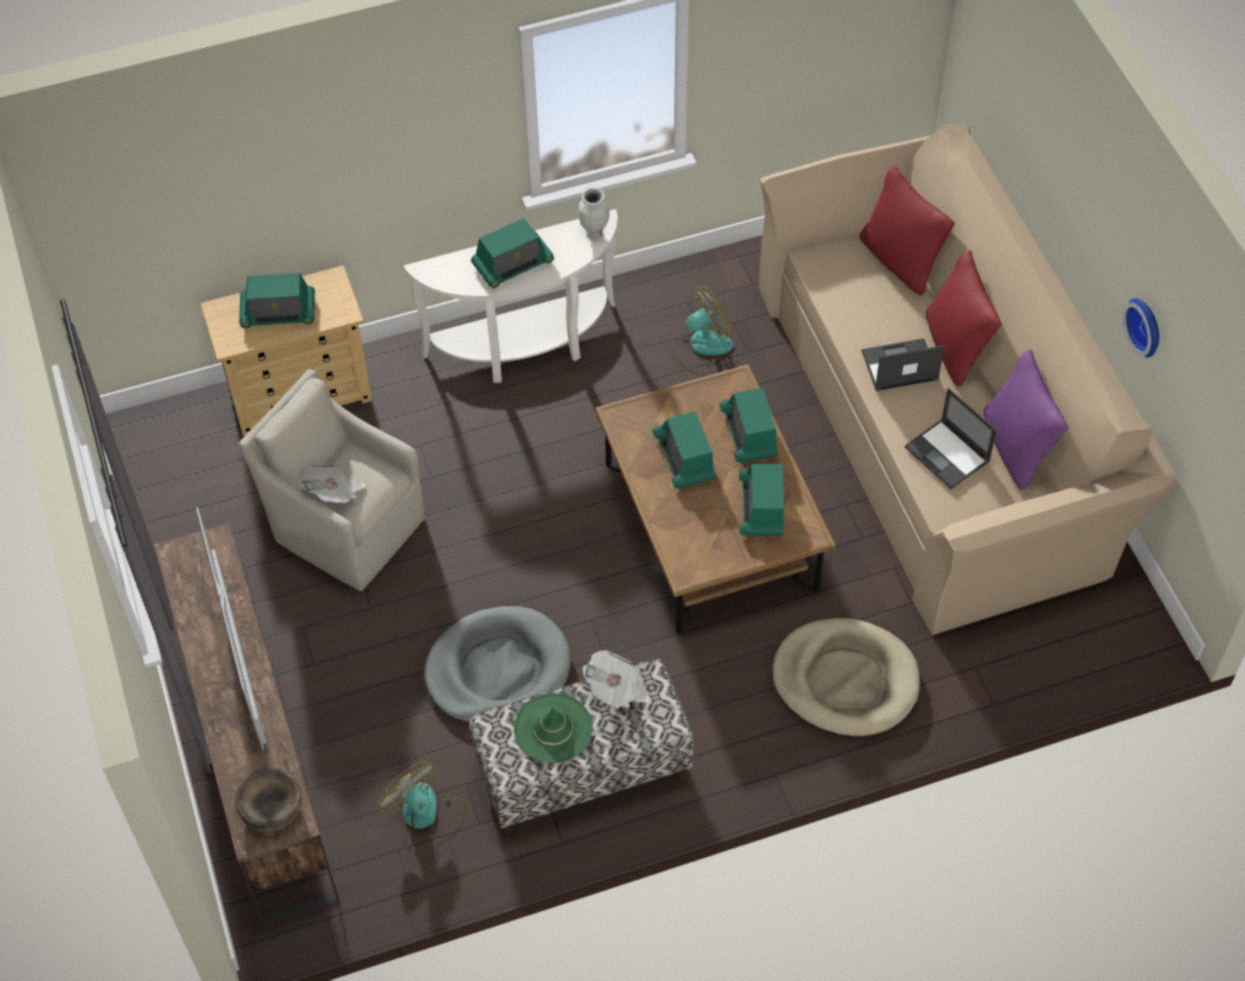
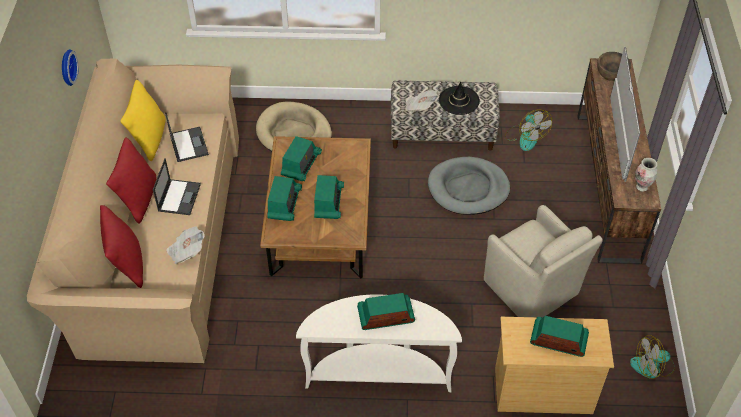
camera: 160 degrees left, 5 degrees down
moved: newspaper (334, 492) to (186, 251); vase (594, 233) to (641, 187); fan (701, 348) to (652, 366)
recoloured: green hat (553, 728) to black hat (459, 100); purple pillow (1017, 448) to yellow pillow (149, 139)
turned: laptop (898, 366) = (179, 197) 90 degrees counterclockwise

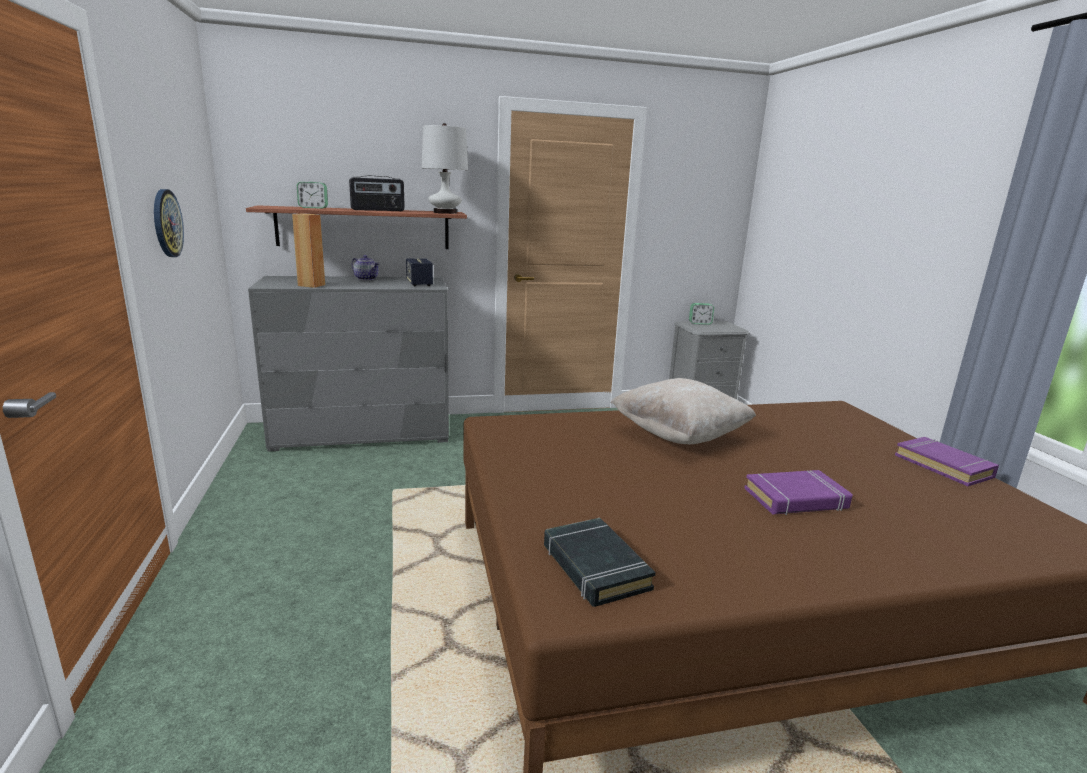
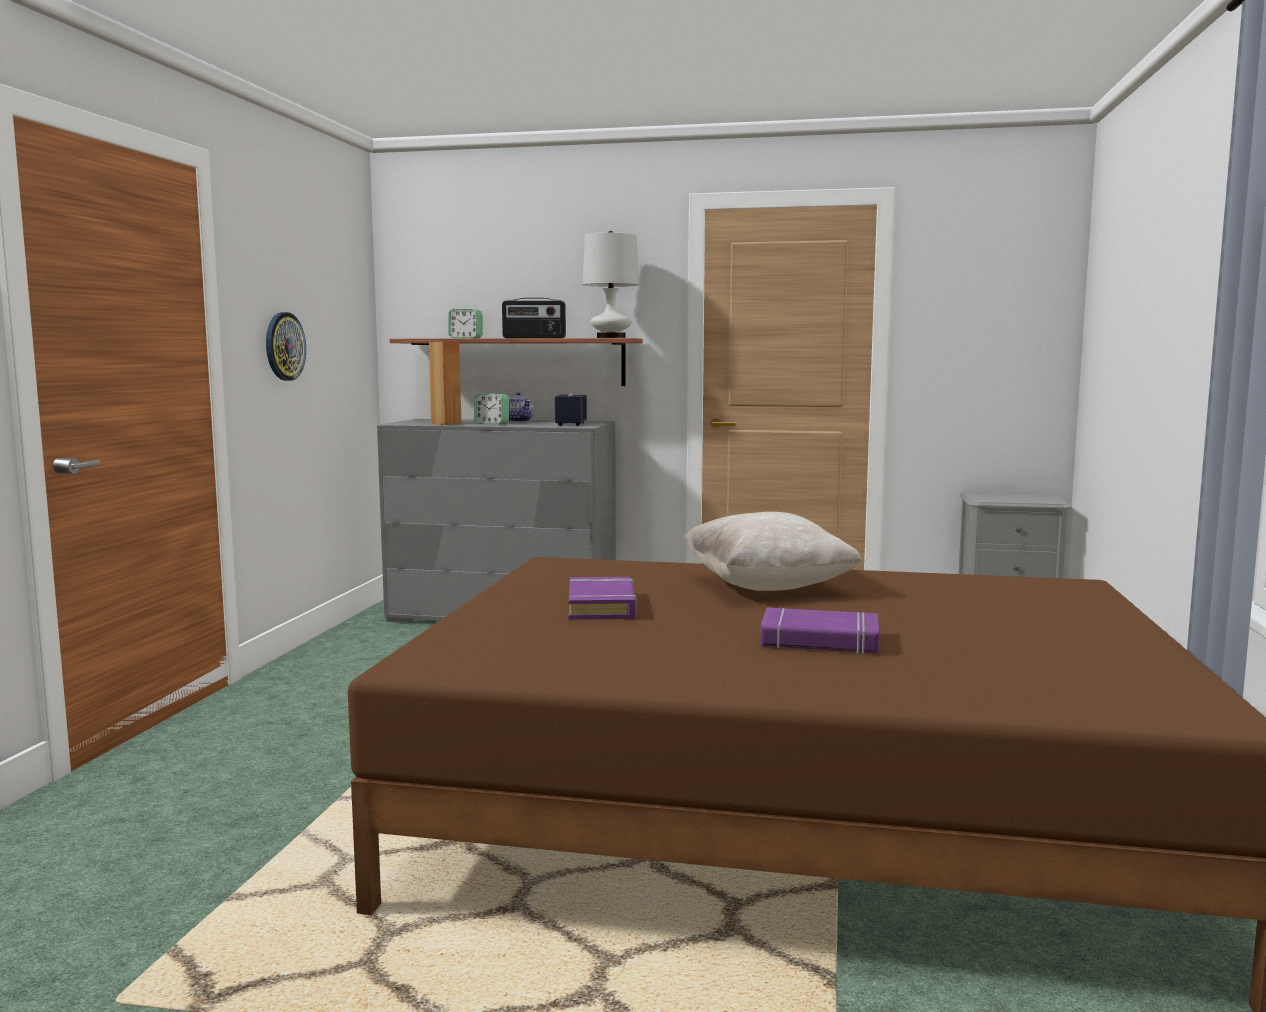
camera: 25 degrees right, 10 degrees down
removed: black book (594, 567)
moved: alarm clock (700, 323) to (492, 423); purple book (943, 466) to (602, 606)

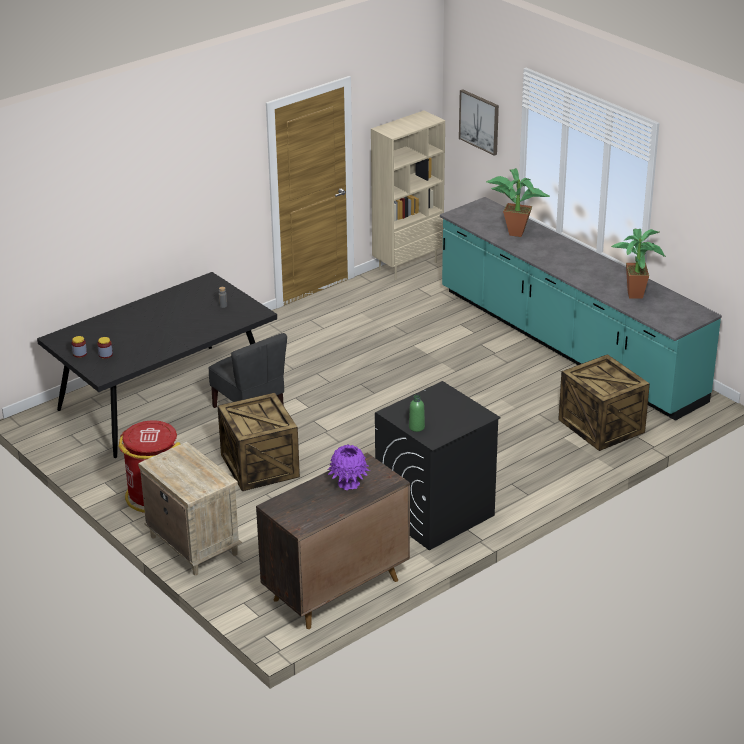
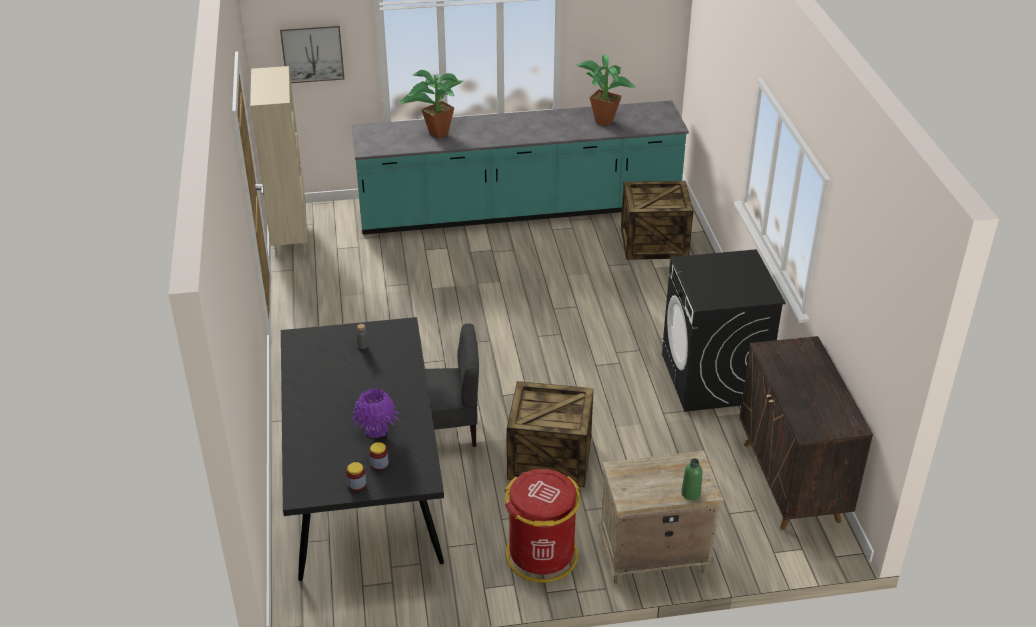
camera: 60 degrees left, 5 degrees up
moved: purple vase (348, 483) to (376, 430); green bottle (416, 427) to (690, 493)

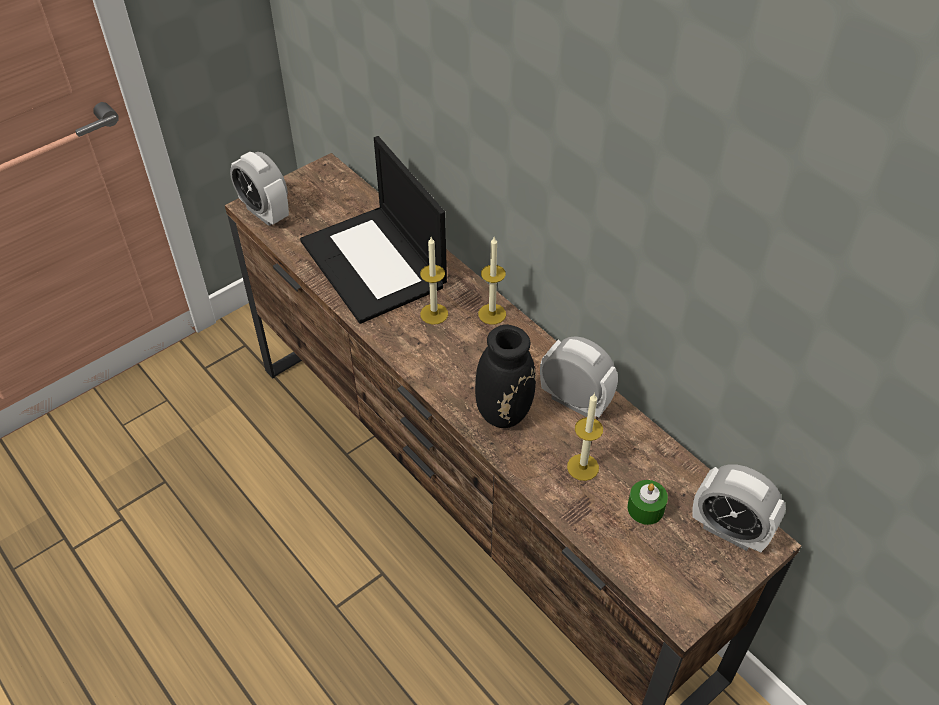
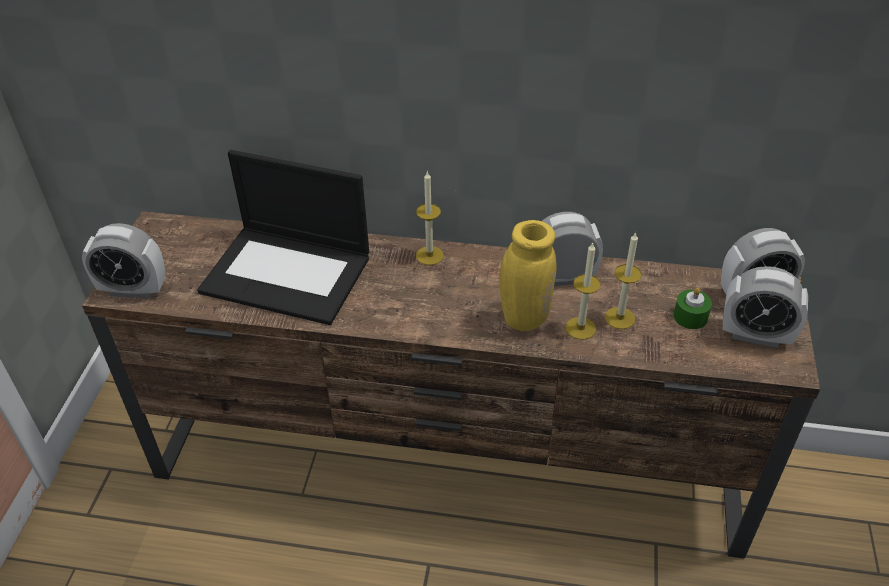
camera: 40 degrees left, 5 degrees down
added: alarm clock (755, 335)
moved: candle (434, 314) to (580, 328)
recoloured: black vase (504, 411) to yellow vase (521, 316)

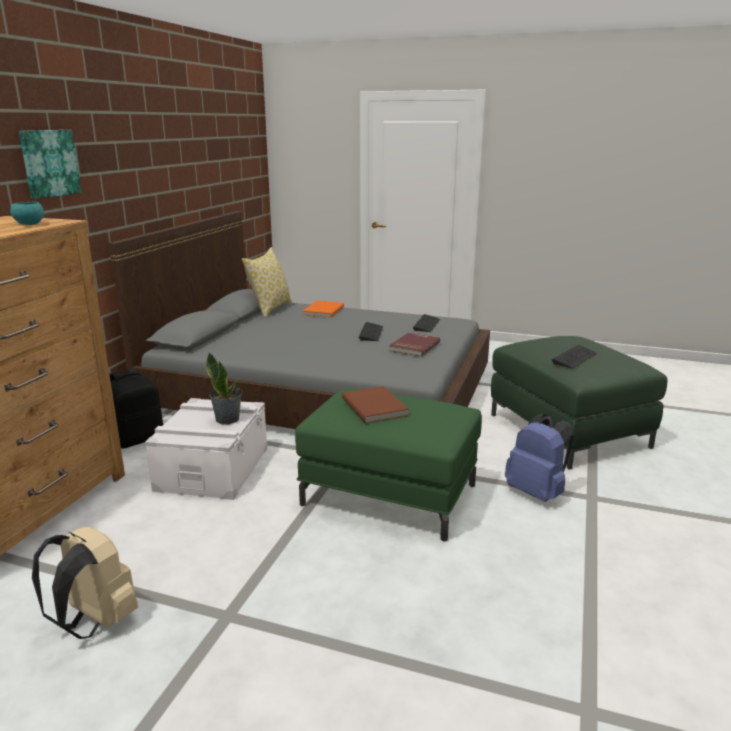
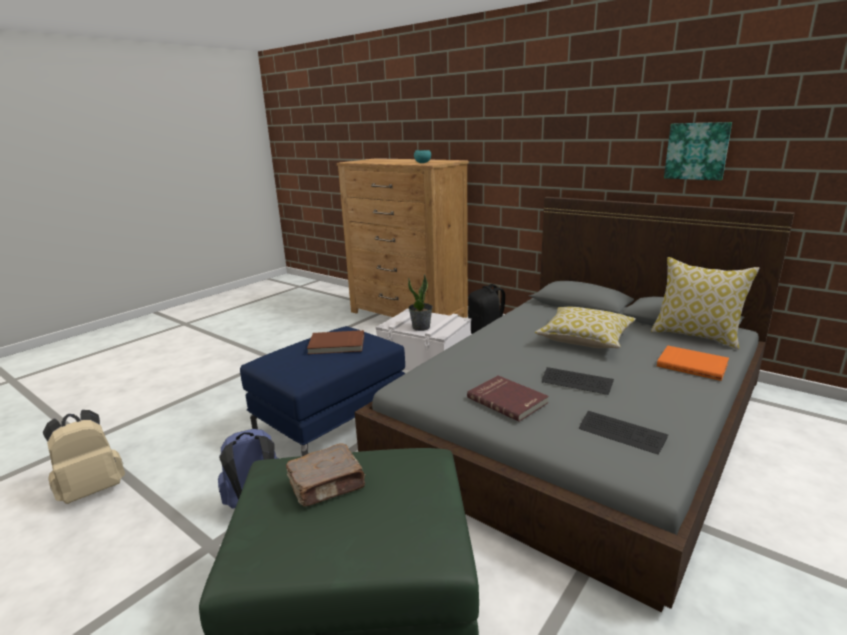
camera: 110 degrees right, 0 degrees up
added: pillow (585, 339)
moved: picture (49, 163) to (697, 151); beige backpack (95, 622) to (92, 489)
replaced: keyboard (574, 358) to brown book (328, 485)
recoloured: green ottoman (390, 494) to blue ottoman (332, 421)

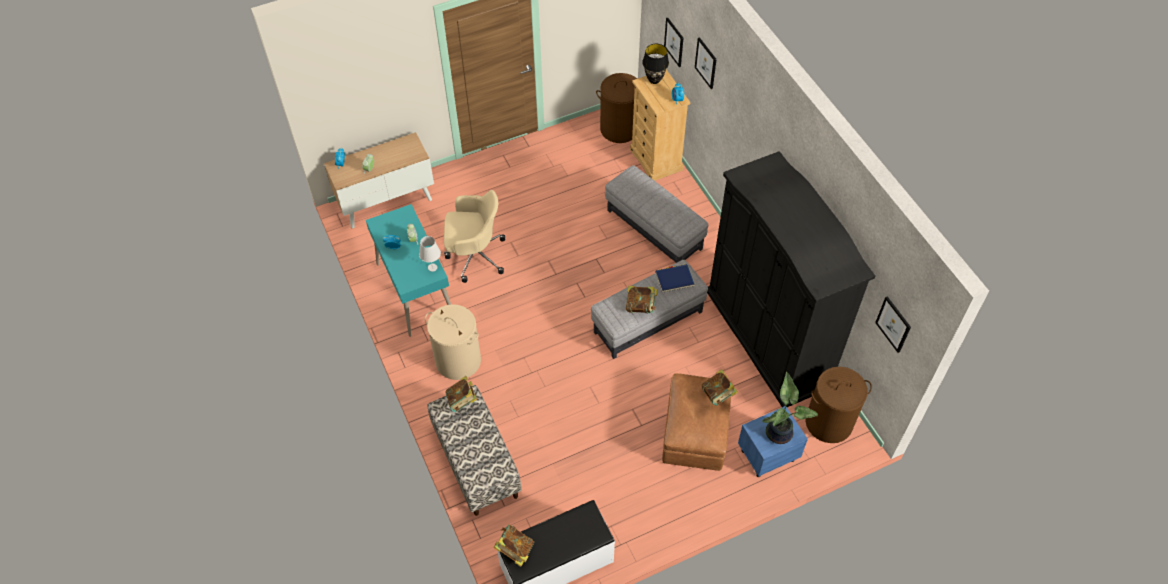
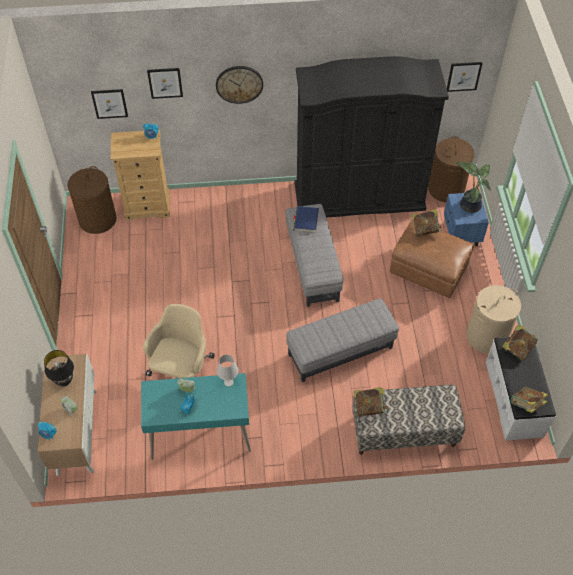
camera: 70 degrees left, 0 degrees up
added: wall clock (239, 84)
moved: beige laundry basket (458, 360) to (487, 336); grey ottoman (654, 229) to (340, 351); book (641, 306) to (517, 348); black table lamp (654, 80) to (65, 381)

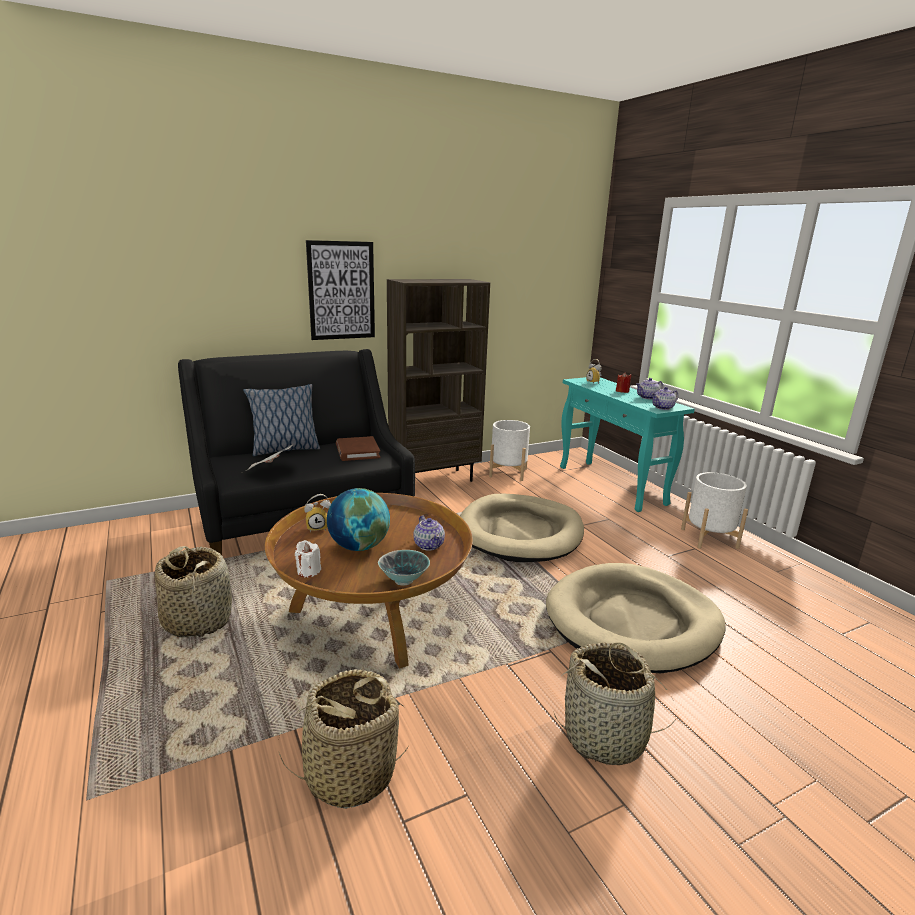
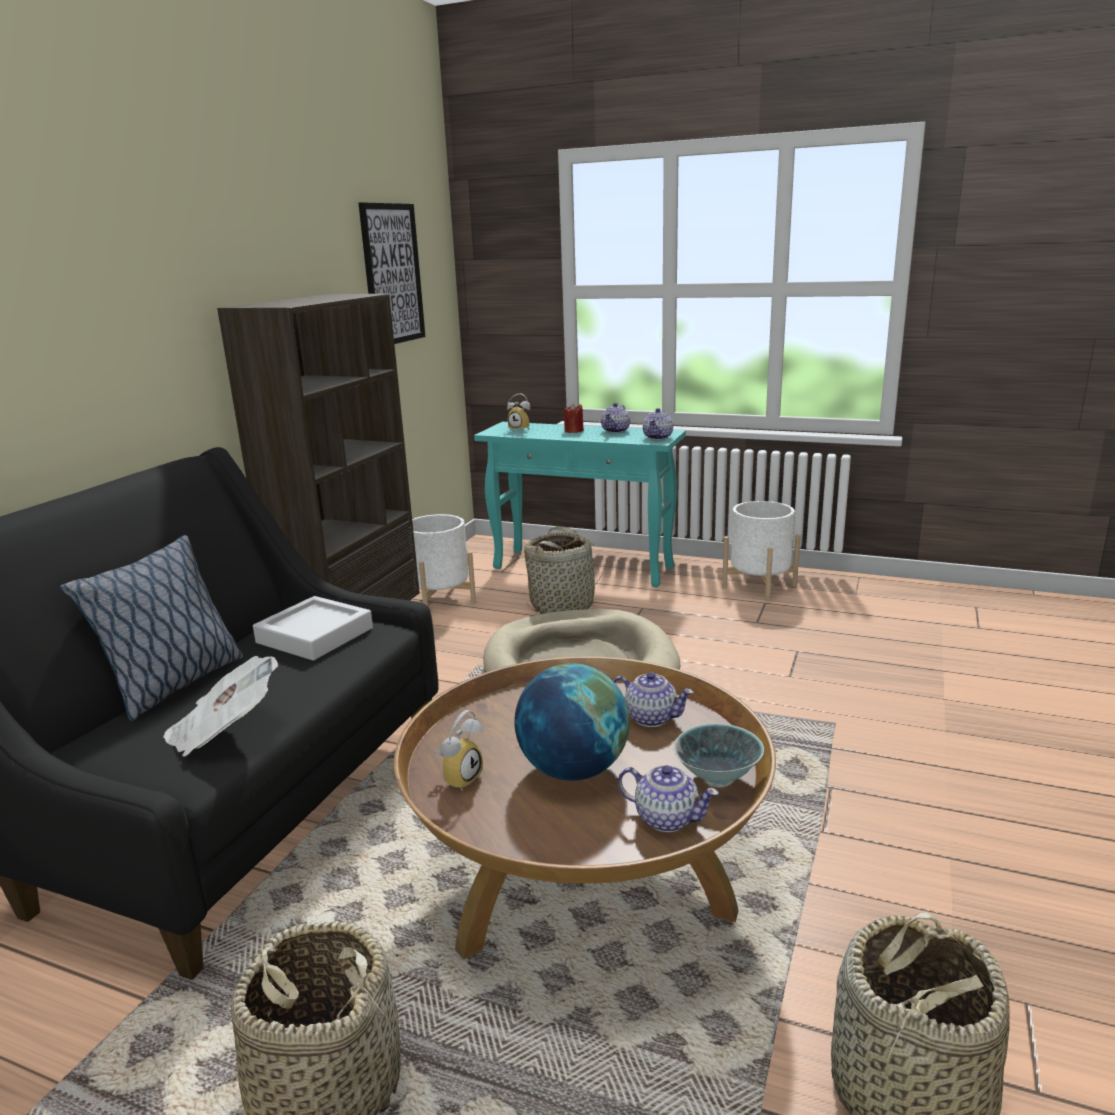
camera: 40 degrees left, 0 degrees up
removed: white candle (308, 571); beige dog bed (632, 622)
added: teapot (666, 818)
moved: picture (341, 291) to (392, 274); basket (605, 736) to (563, 605)
replaced: brown book (357, 451) to grey tray (315, 635)

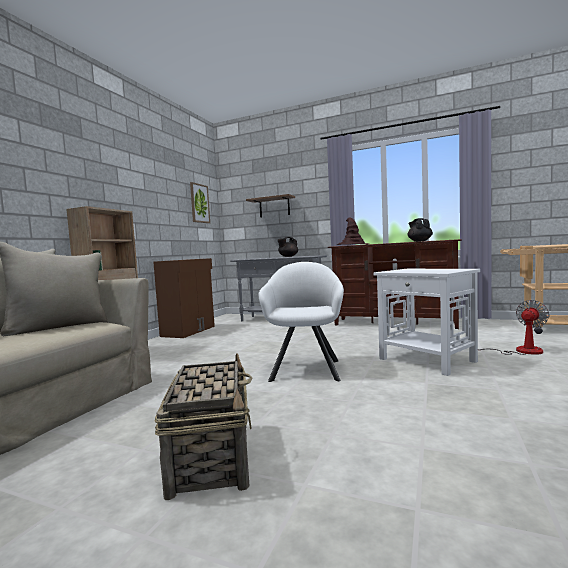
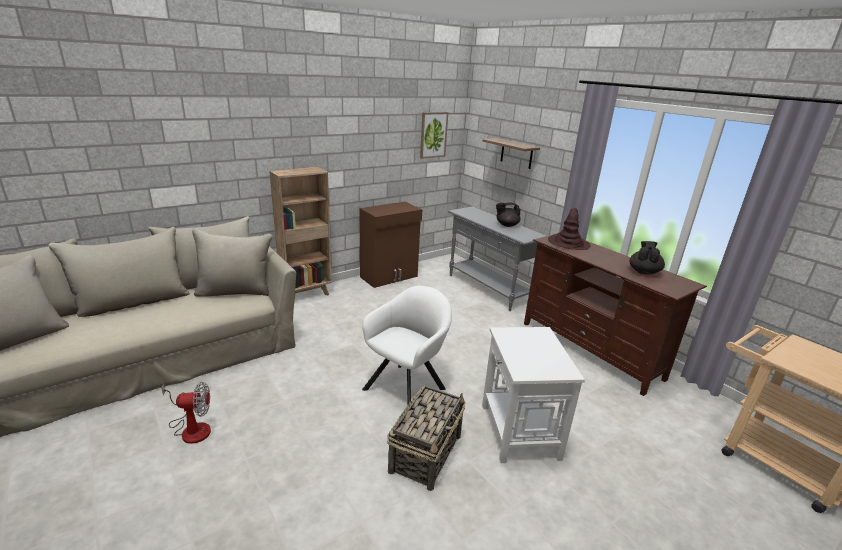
camera: 30 degrees right, 20 degrees up
moved: basket (212, 456) to (426, 453); fan (519, 351) to (191, 428)

